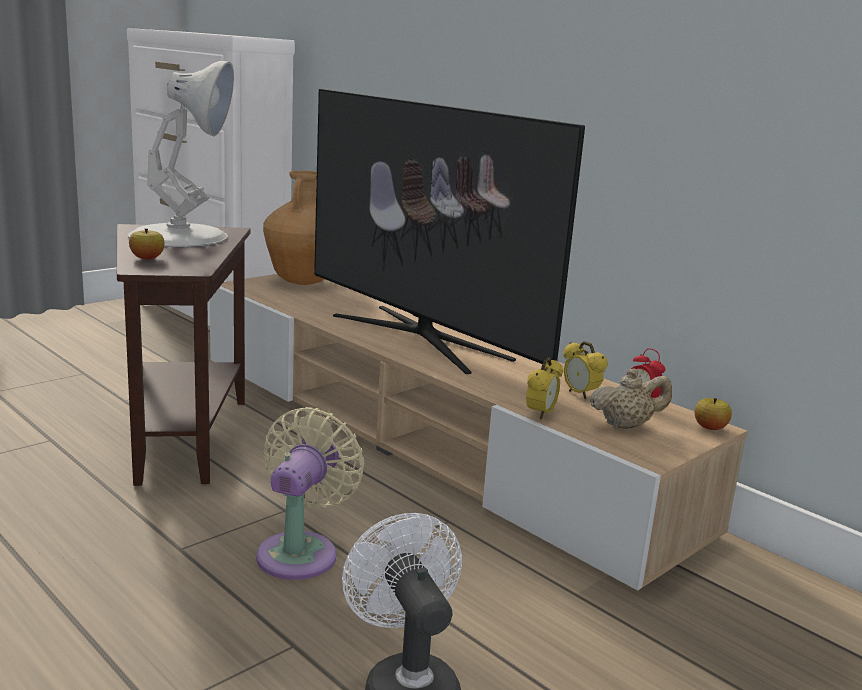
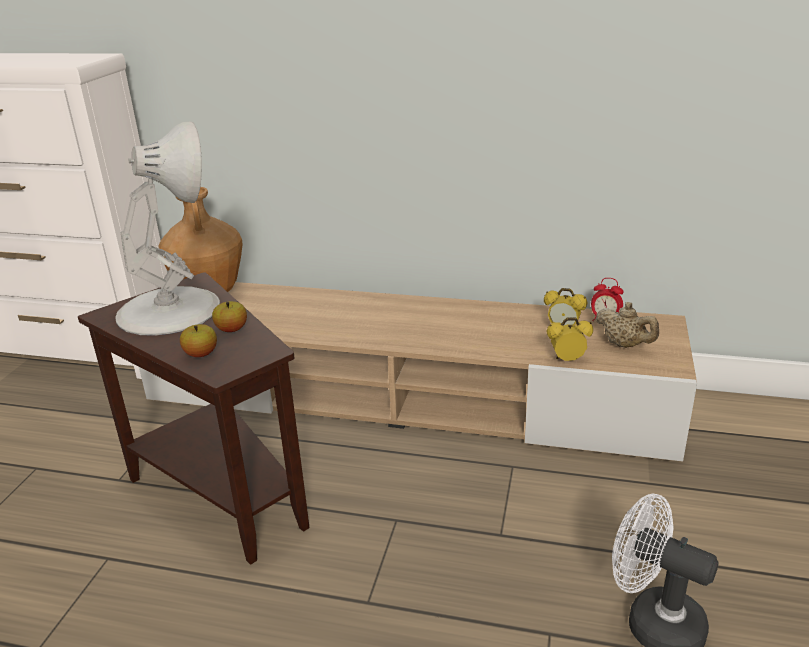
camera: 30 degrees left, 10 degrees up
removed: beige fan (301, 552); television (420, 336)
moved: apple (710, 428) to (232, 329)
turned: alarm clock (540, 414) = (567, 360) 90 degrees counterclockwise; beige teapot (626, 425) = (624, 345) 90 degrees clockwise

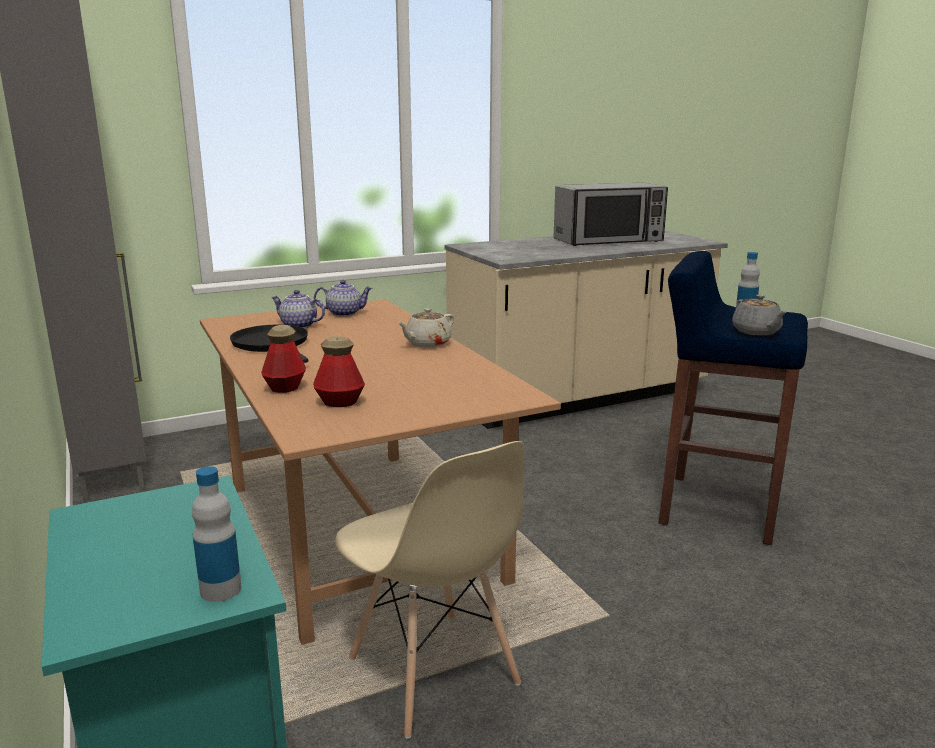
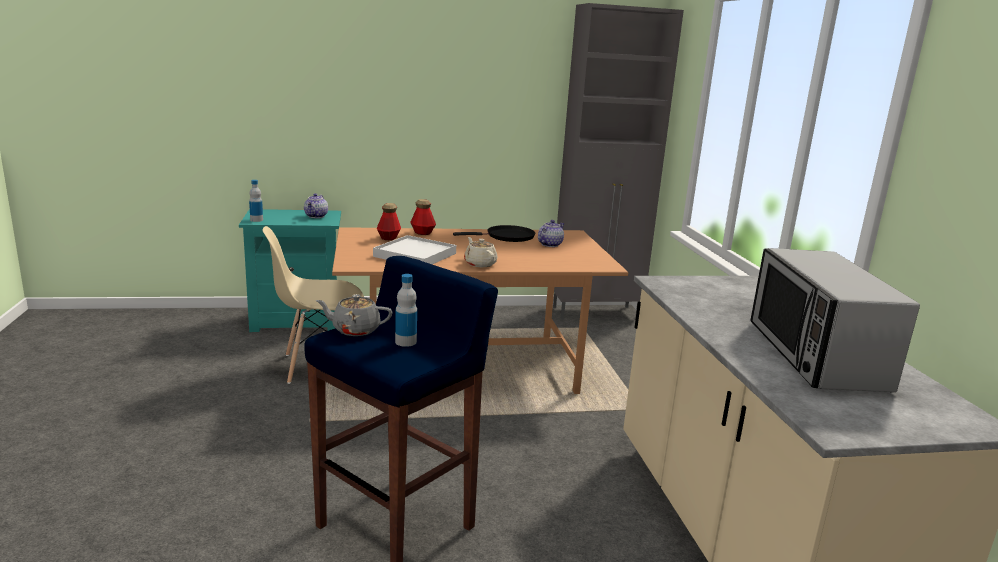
camera: 105 degrees right, 0 degrees up
added: white tray (415, 255)
moved: teapot (344, 313) to (316, 216)

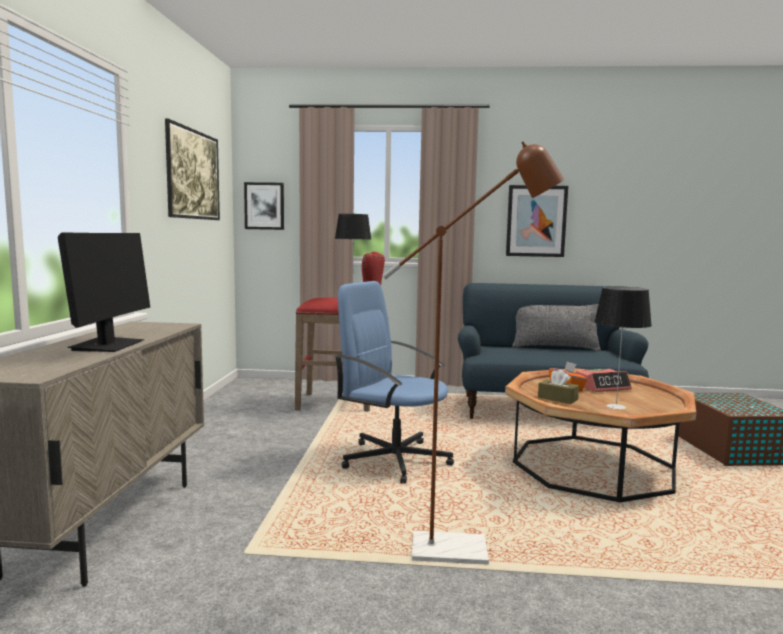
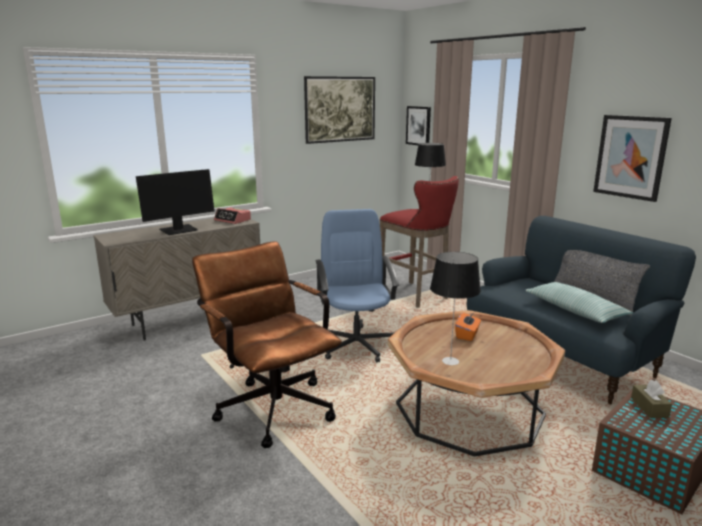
camera: 50 degrees right, 10 degrees up
added: pillow (575, 311)
moved: brown tissue box (557, 398) to (649, 407); alarm clock (602, 387) to (233, 220)
replaced: brown floor lamp (465, 551) to brown office chair (271, 404)

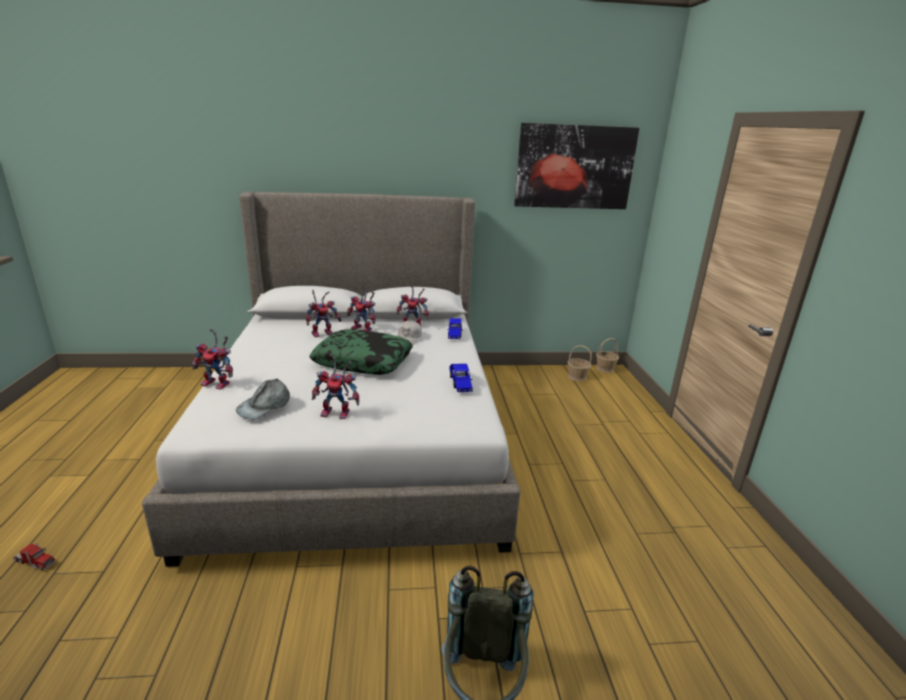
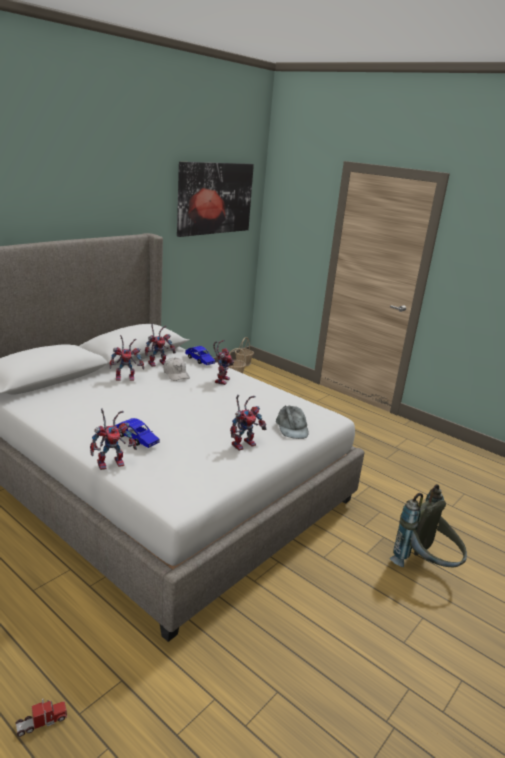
camera: 45 degrees left, 0 degrees up
removed: pillow (363, 361)
moved: grey cap (264, 406) to (291, 428); toy robot (323, 333) to (221, 380); blue toy car (460, 383) to (136, 439)

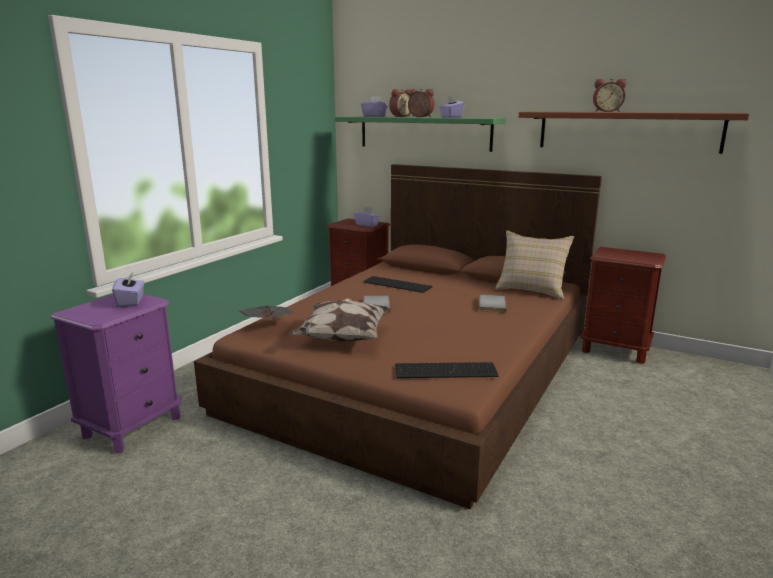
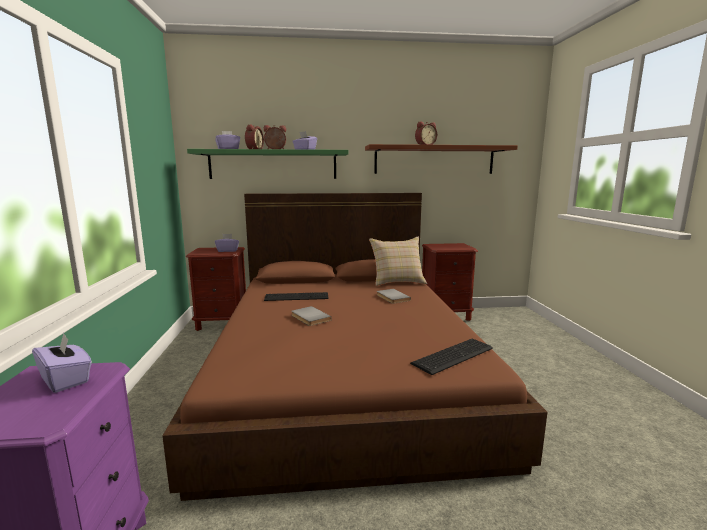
camera: 35 degrees left, 5 degrees down
removed: newspaper (268, 326); pillow (342, 339)

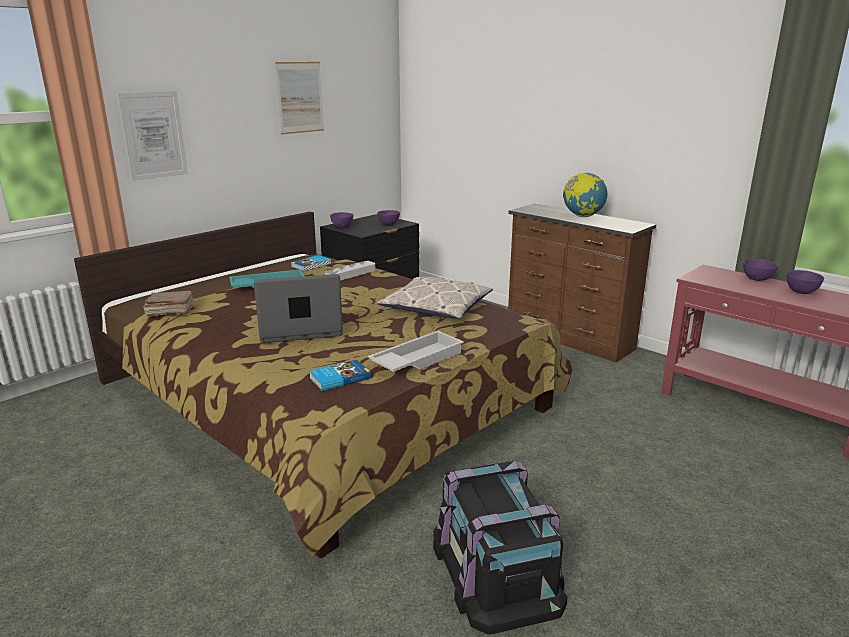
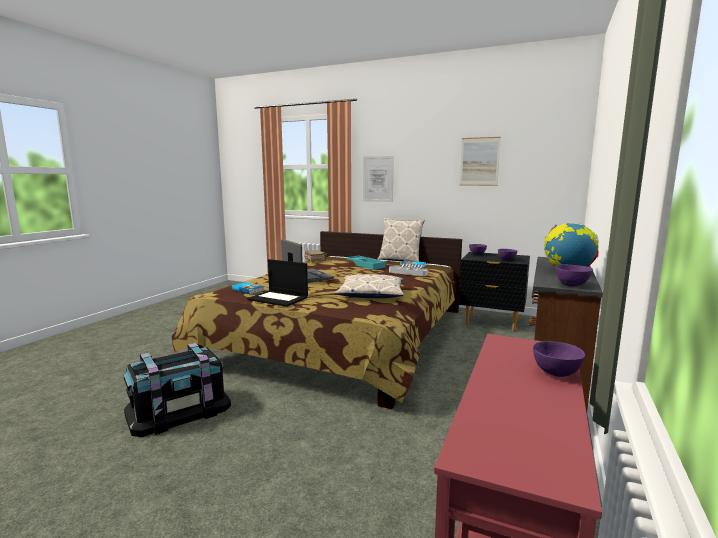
camera: 70 degrees right, 10 degrees down
added: pillow (400, 260)
moved: purple bowl (801, 292) to (572, 285)
replaced: white tray (416, 359) to laptop (279, 298)

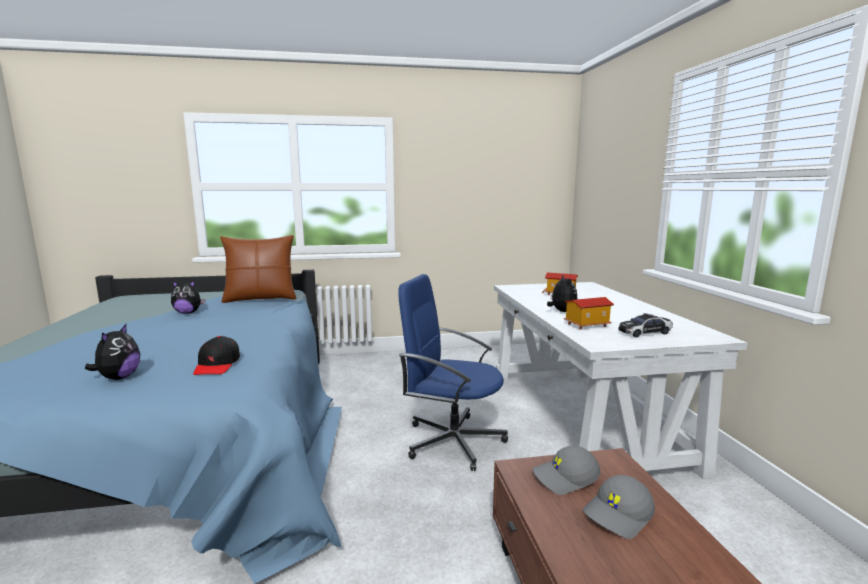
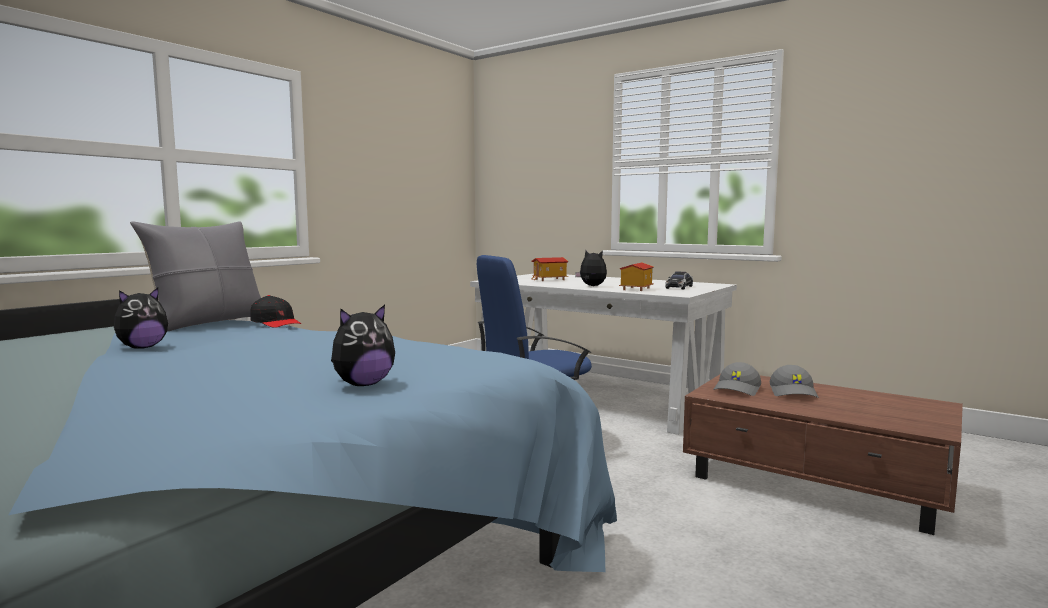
camera: 45 degrees left, 5 degrees down
moved: black cap (217, 365) to (276, 323)
recoloured: brown pillow (261, 299) to grey pillow (208, 323)
turned: plush toy (118, 377) = (363, 384) 90 degrees clockwise

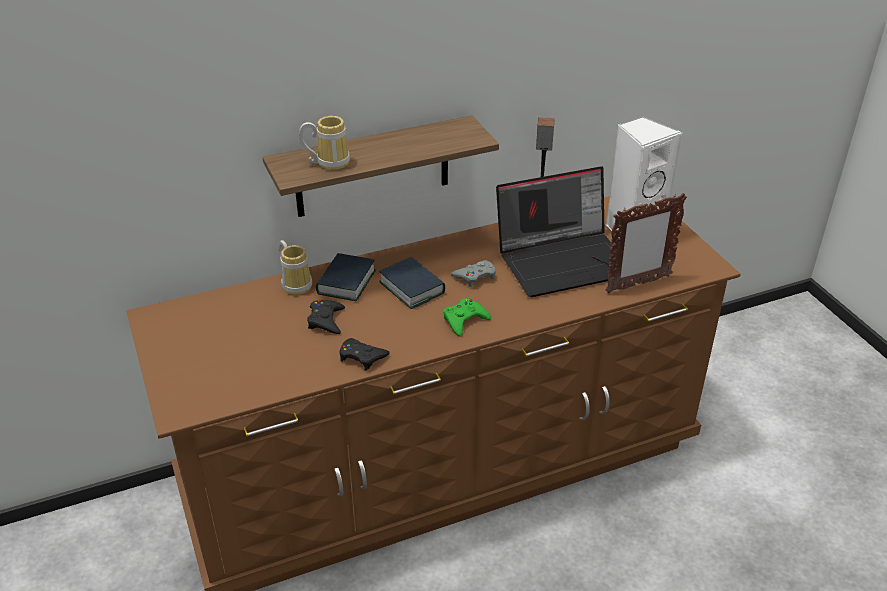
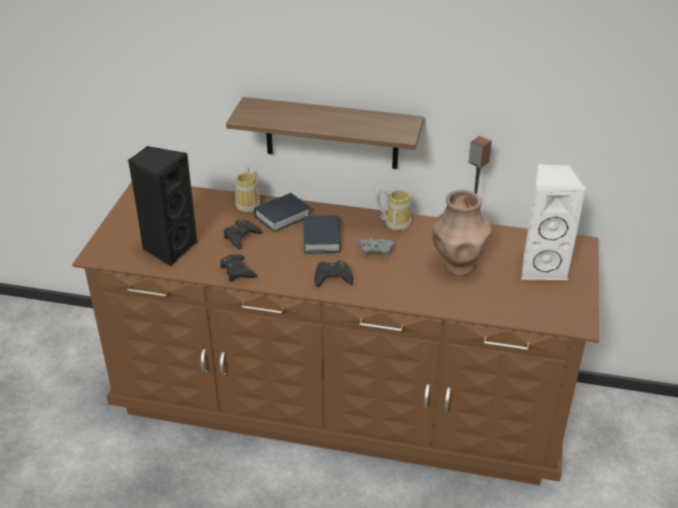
camera: 35 degrees right, 0 degrees up
removed: picture frame (637, 284)
added: black speaker (169, 248)
moved: mug (328, 162) to (394, 222)
replaced: laptop (564, 260) to brown vase (458, 266)
recoloured: green game controller (464, 320) to black game controller (333, 277)

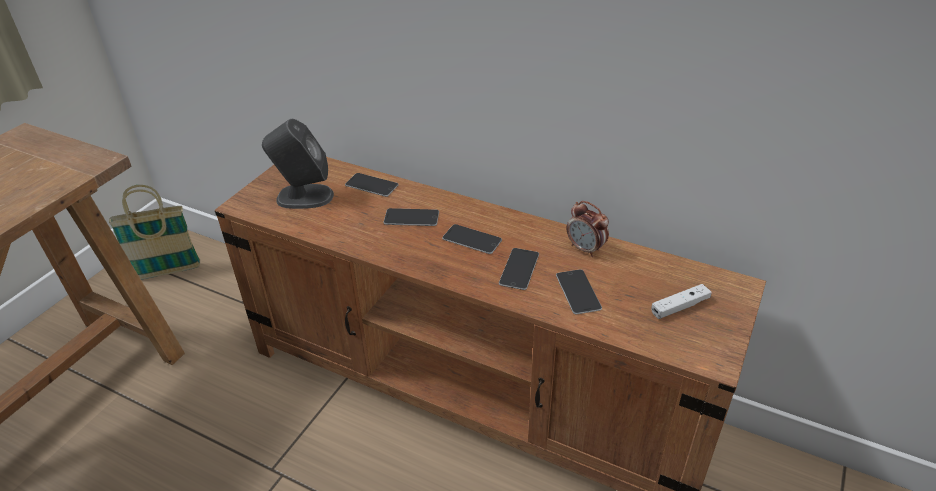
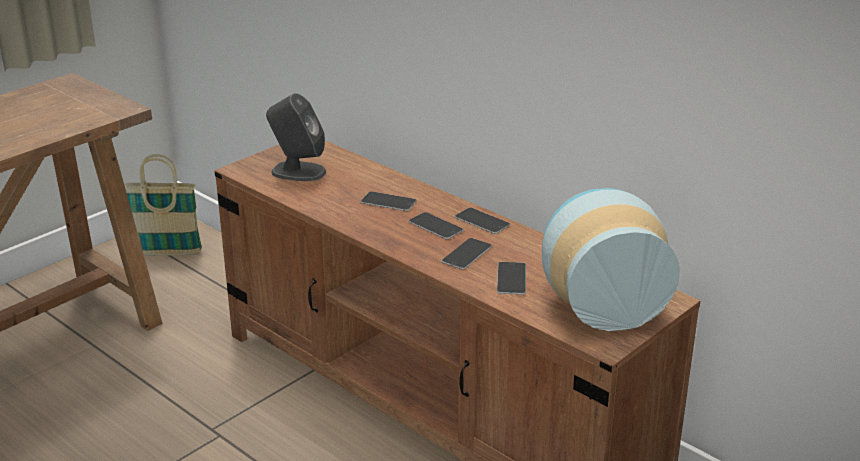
camera: 15 degrees right, 10 degrees down
removed: alarm clock (585, 249)
moved: phone (371, 185) to (482, 221)
replaced: white game controller (679, 307) to vase (600, 304)

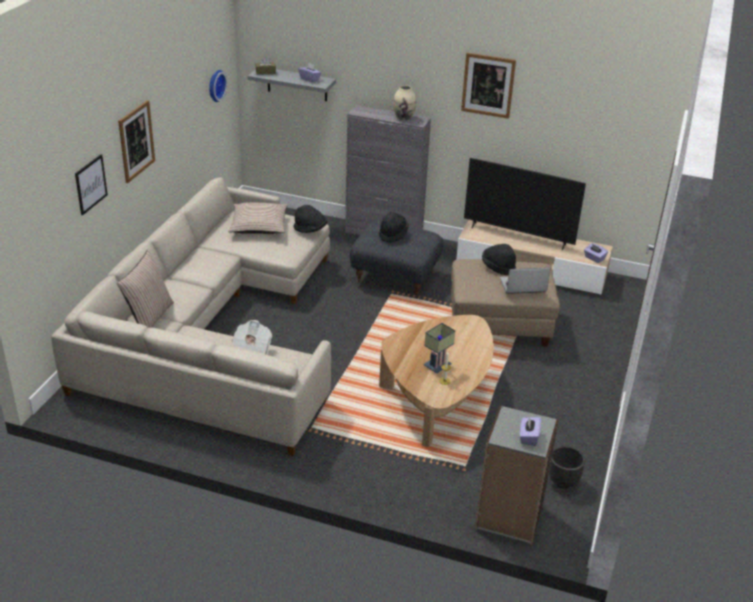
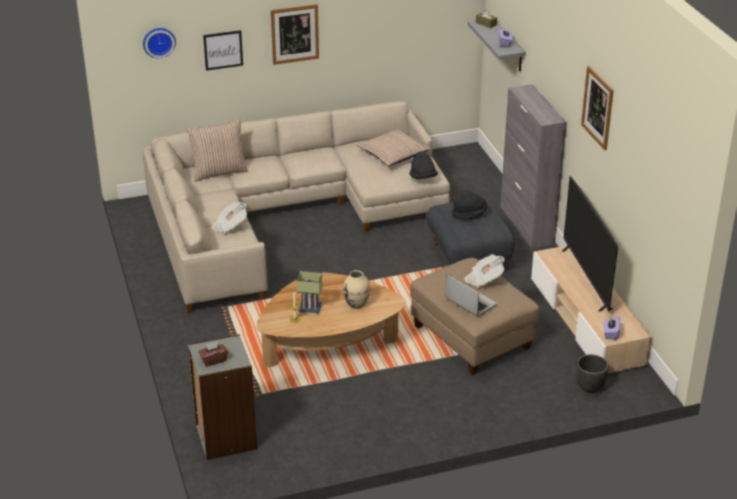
camera: 55 degrees right, 0 degrees up
moved: wall clock (215, 85) to (158, 41); beige vase (404, 117) to (357, 304); black planter (563, 482) to (590, 387)
replaced: black hat (498, 267) to newspaper (484, 279)
recoloured: purple tissue box (528, 437) to brown tissue box (213, 360)

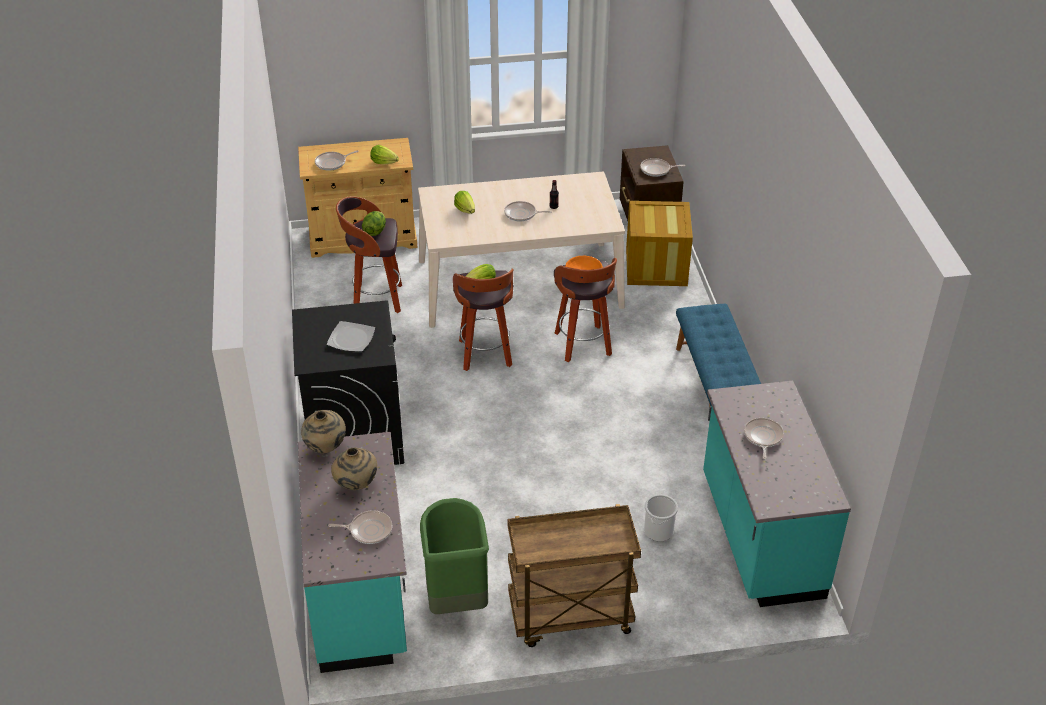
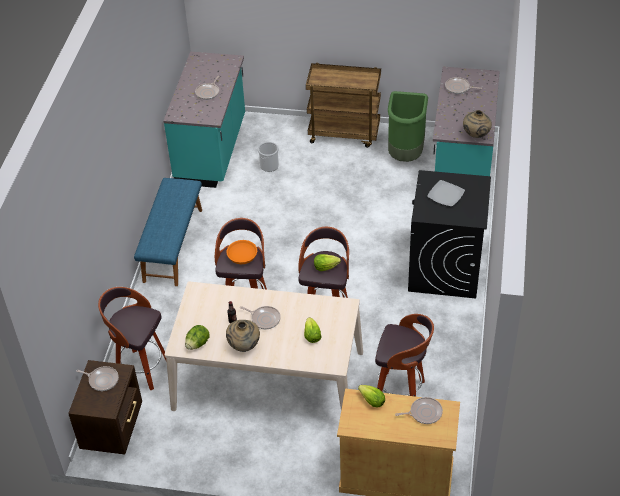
camera: 160 degrees left, 5 degrees up
moved: beige vase (356, 485) to (244, 346); lettuce (375, 231) to (197, 344)
replaced: crate (656, 267) to stool (141, 369)

